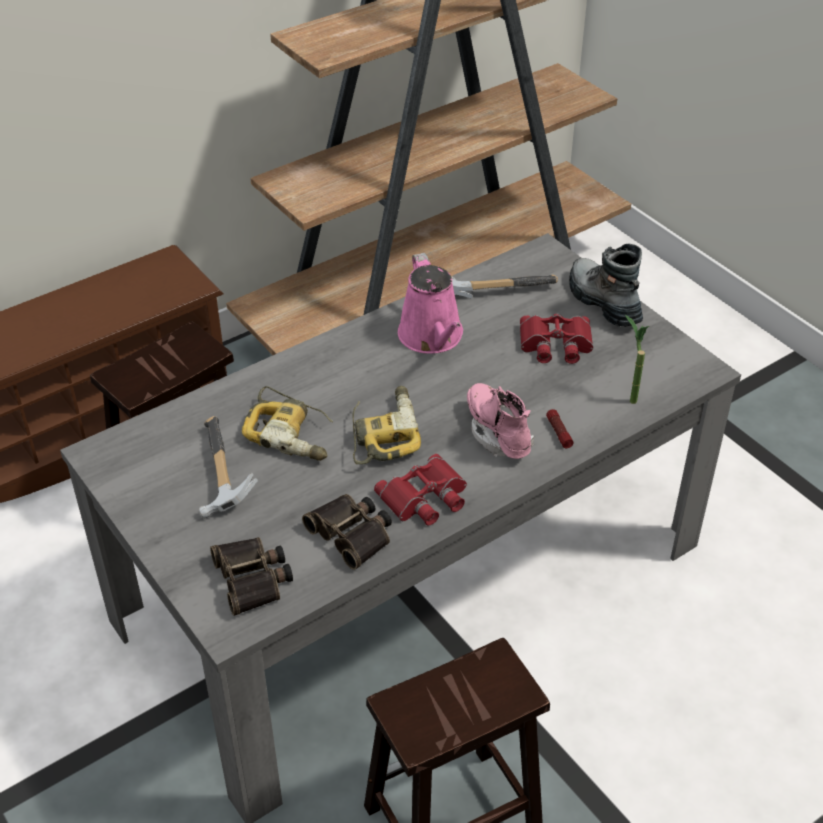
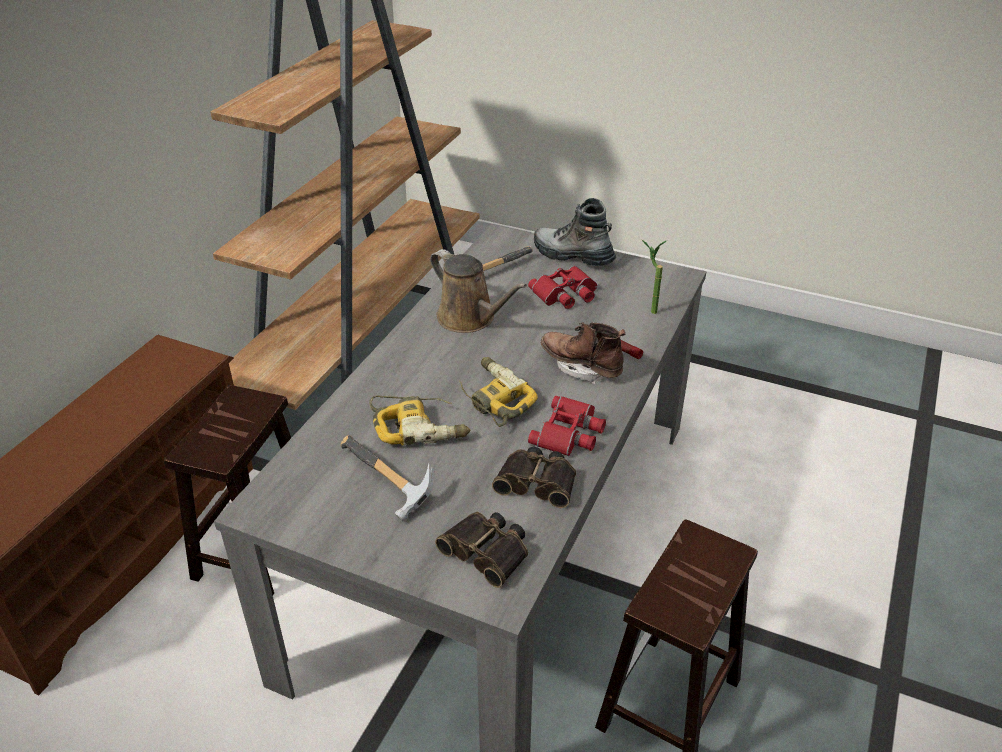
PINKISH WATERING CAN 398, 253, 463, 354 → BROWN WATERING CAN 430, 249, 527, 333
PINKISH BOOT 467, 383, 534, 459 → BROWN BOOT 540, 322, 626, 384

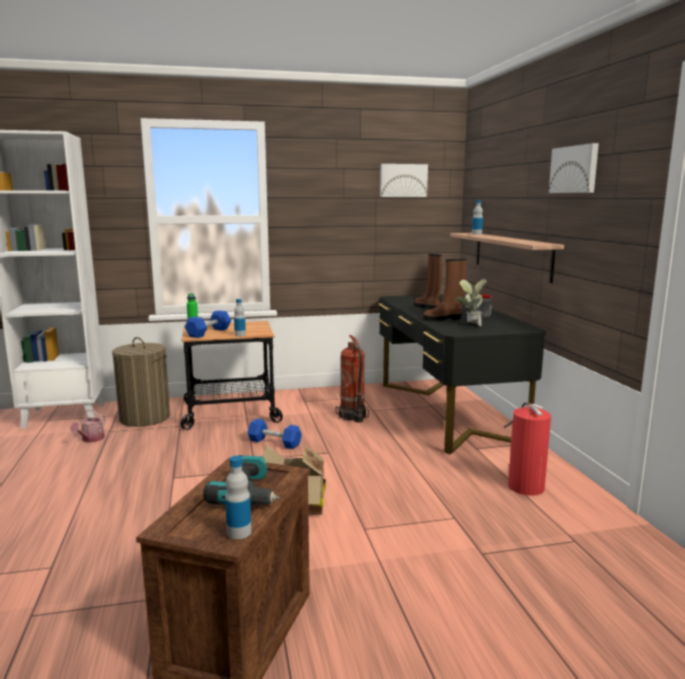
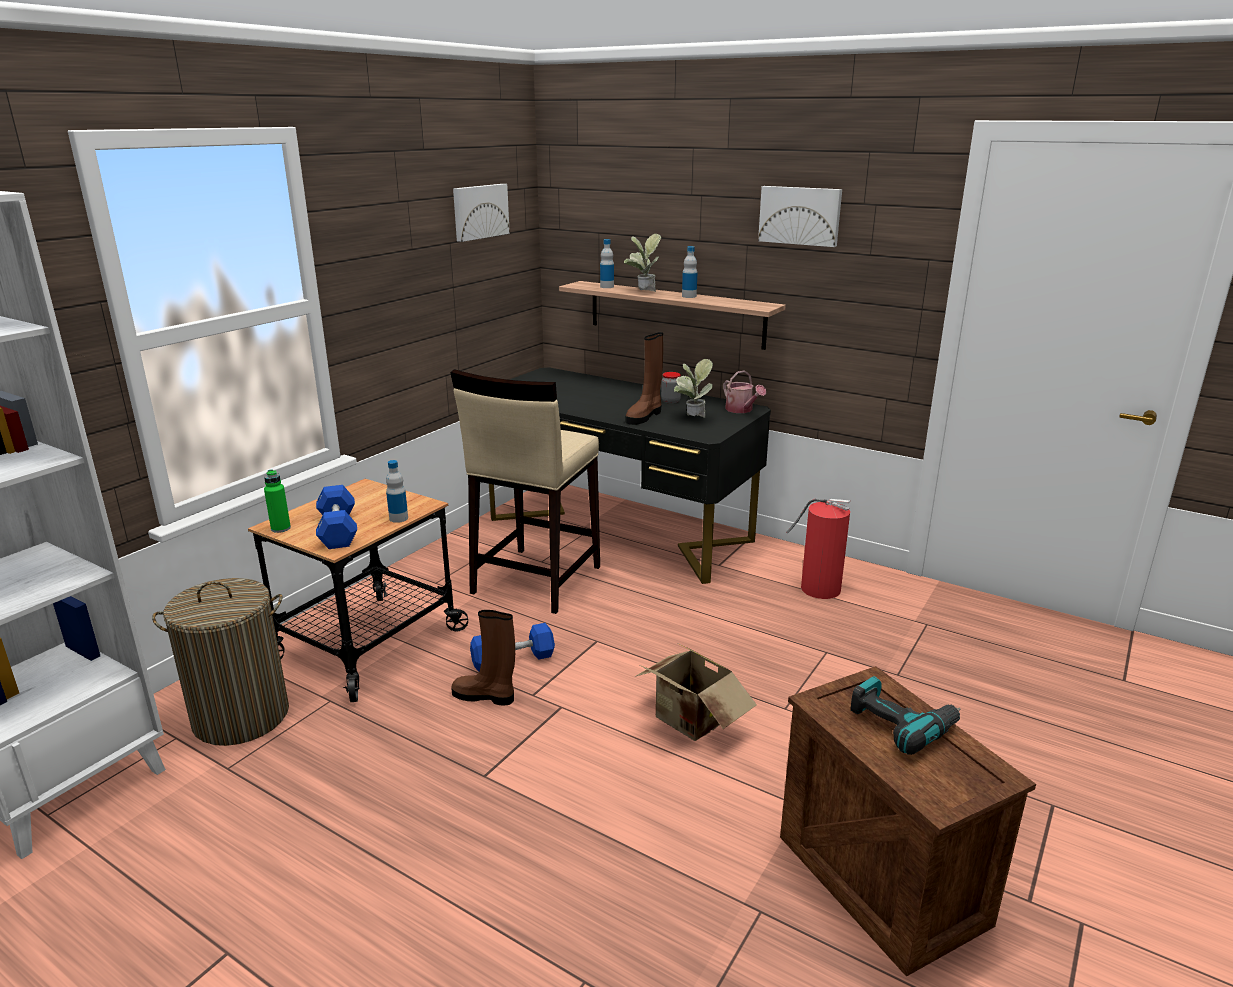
WATERING CAN 70, 409, 106, 443 → WATERING CAN 723, 371, 766, 413, move
DRINK BOTTLE 225, 456, 252, 539 → DRINK BOTTLE 682, 246, 697, 298, move
EXTINGUISHER 335, 335, 369, 423 → BEIGE STOOL SEAT 450, 369, 600, 614
BROWN BOOT 414, 254, 442, 310 → BROWN BOOT 451, 610, 515, 705, move
- → PLANT IN A POT 624, 234, 661, 292

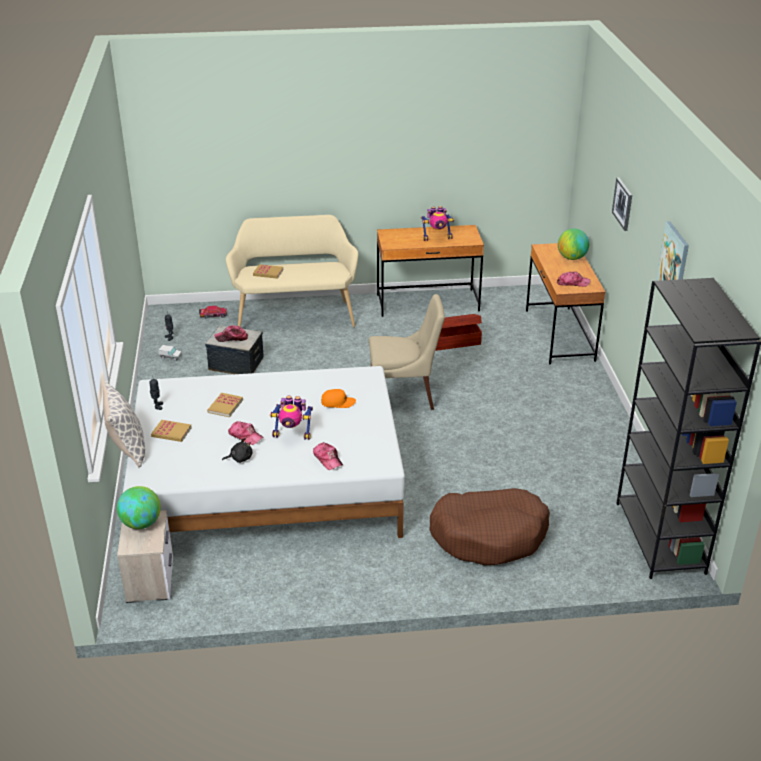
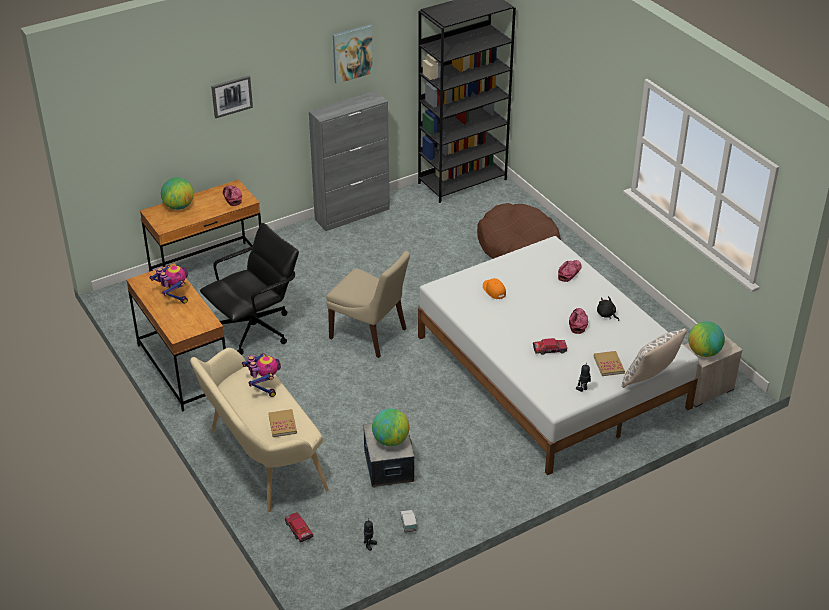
BOUND BOOK 207, 393, 243, 417 → MODEL CAR 533, 338, 567, 355
BASEBALL CAP 215, 325, 248, 342 → WORLD GLOBE 372, 408, 410, 446
TOY ROBOT 270, 396, 313, 440 → TOY ROBOT 242, 353, 281, 397, move
BEIGE PLAIN CHAIR 369, 294, 445, 410 → BEIGE PLAIN CHAIR 326, 251, 410, 358, 150 degrees clockwise
BROWN STORAGE BOX 435, 314, 482, 351 → BLACK COMPUTER CHAIR 200, 223, 299, 355
- → GRAY CABINET 309, 91, 390, 231

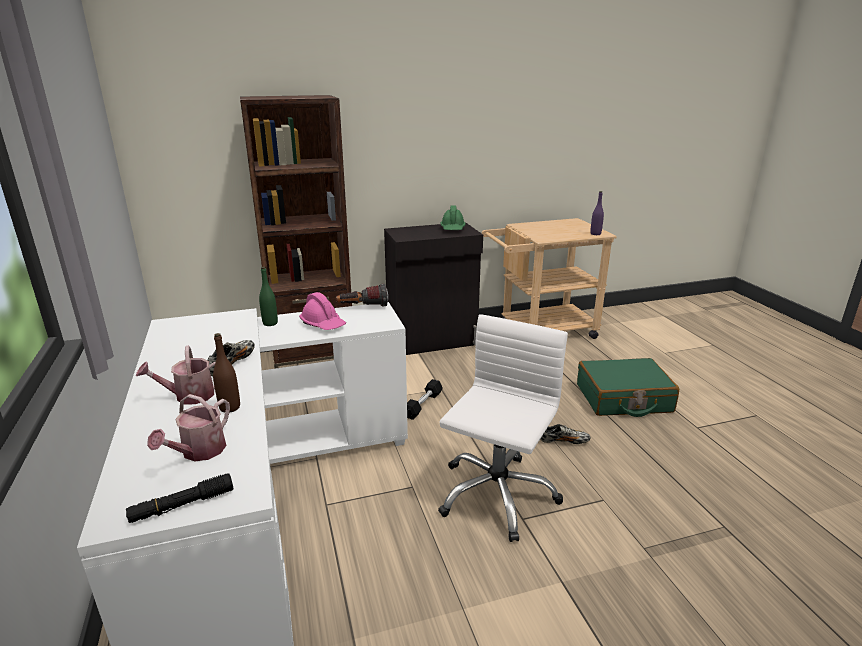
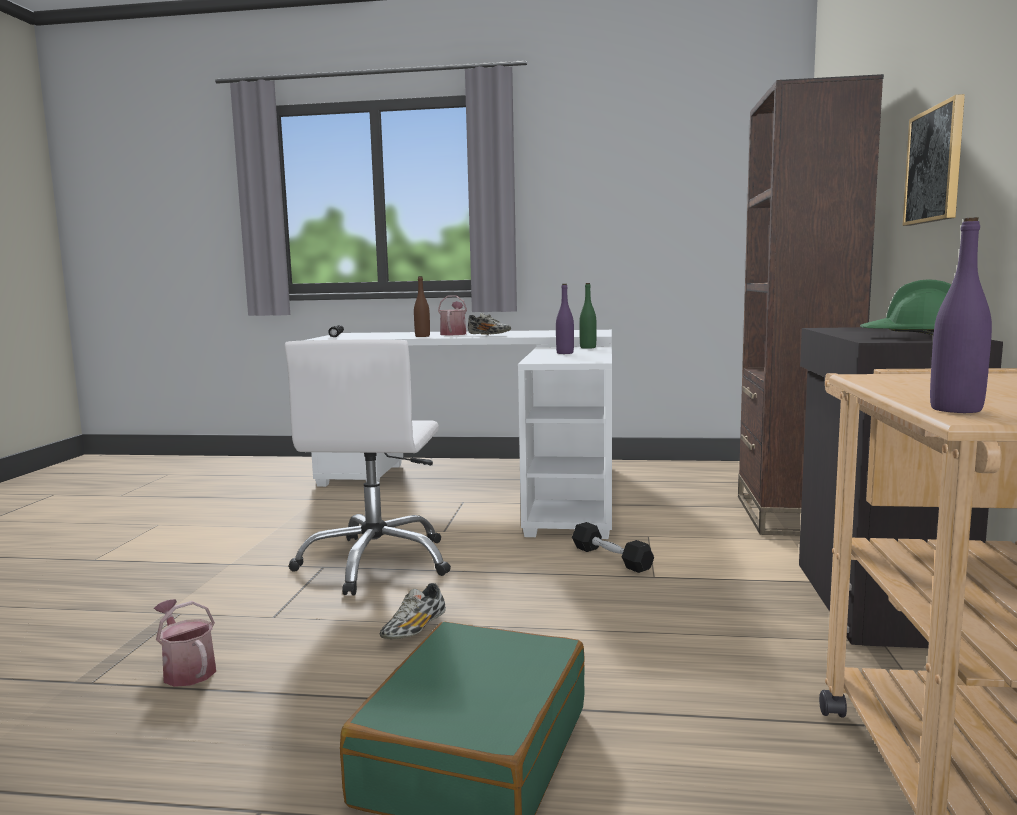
WATERING CAN 147, 394, 230, 461 → WATERING CAN 154, 599, 216, 687, move
PINKISH SAFETY HELMET 299, 292, 346, 330 → PURPLE-COLOURED DRINK BOTTLE 556, 284, 574, 354
FLASHLIGHT 336, 284, 388, 307 → -
WHITE COMPUTER CHAIR 438, 314, 568, 542 → WHITE COMPUTER CHAIR 285, 339, 451, 595, 45 degrees clockwise
- → WALL PICTURE 903, 94, 965, 226

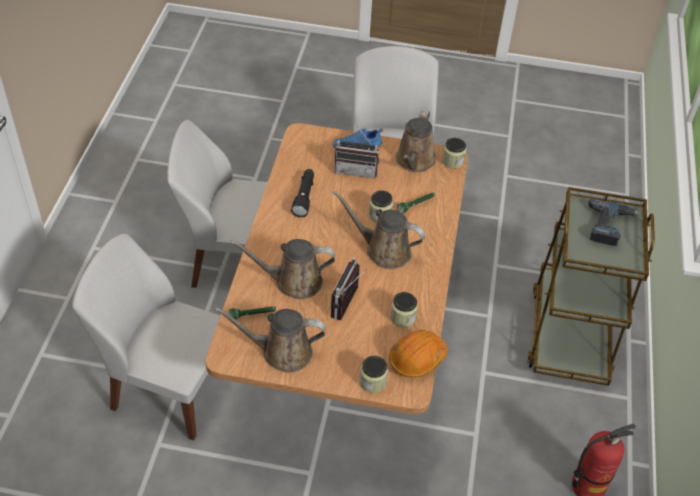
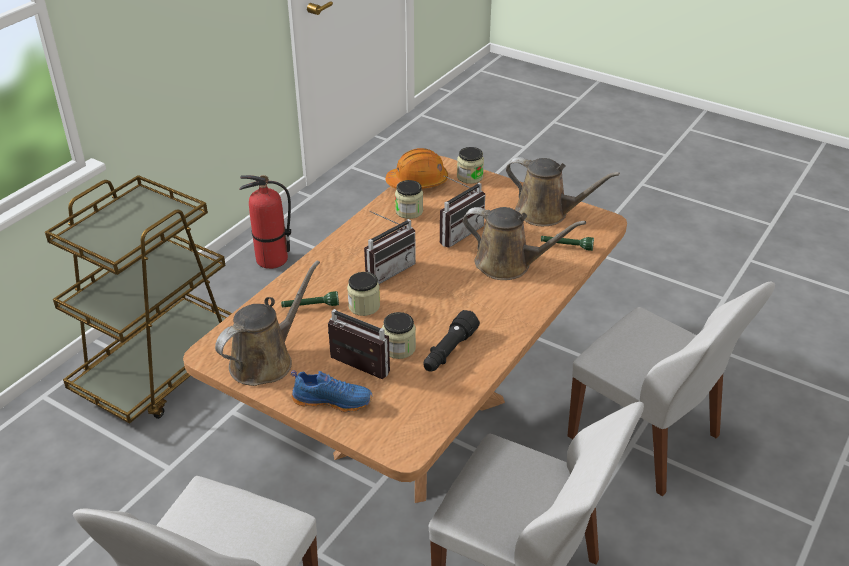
BROWN WATERING CAN 333, 190, 425, 269 → RADIO SET 364, 211, 416, 284
JAR 442, 138, 466, 169 → JAR 382, 312, 416, 359, move
ELECTRIC DRILL 588, 199, 640, 246 → -

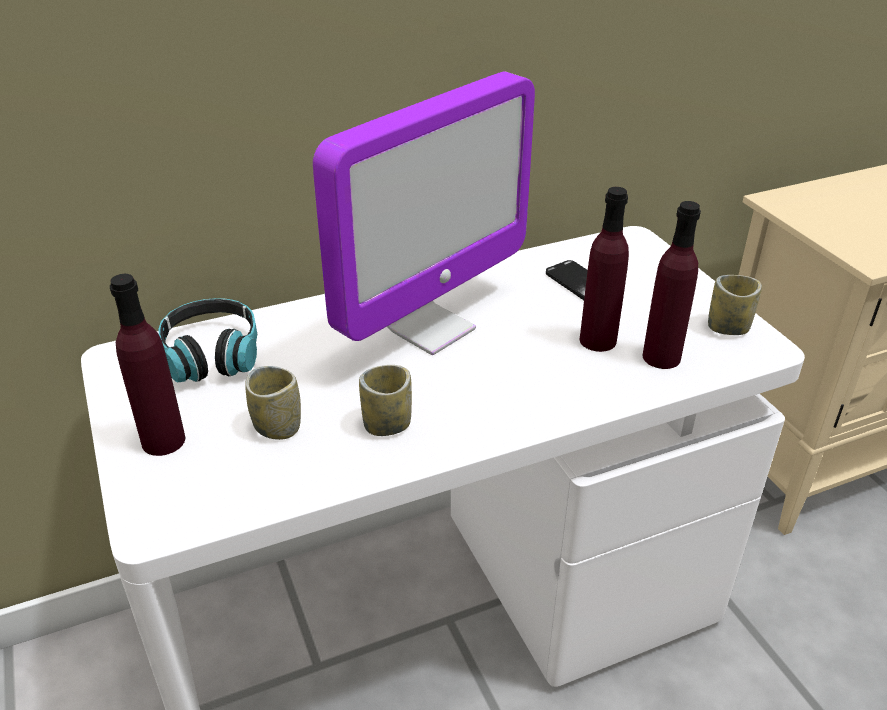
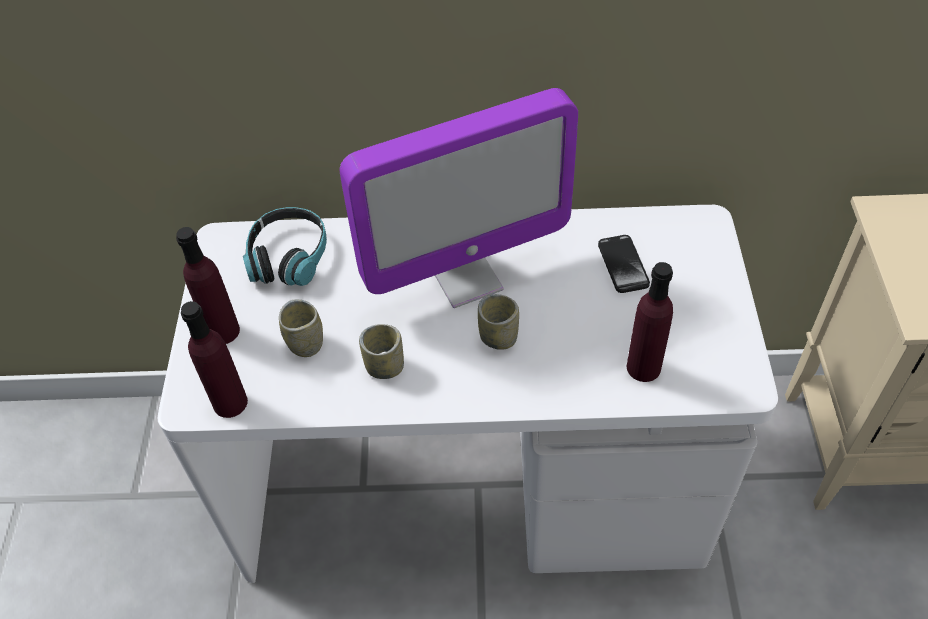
PURPLE-COLOURED DRINK BOTTLE 580, 187, 629, 352 → PURPLE-COLOURED DRINK BOTTLE 181, 301, 248, 418, move
CUP 708, 275, 762, 335 → CUP 478, 294, 519, 350, move

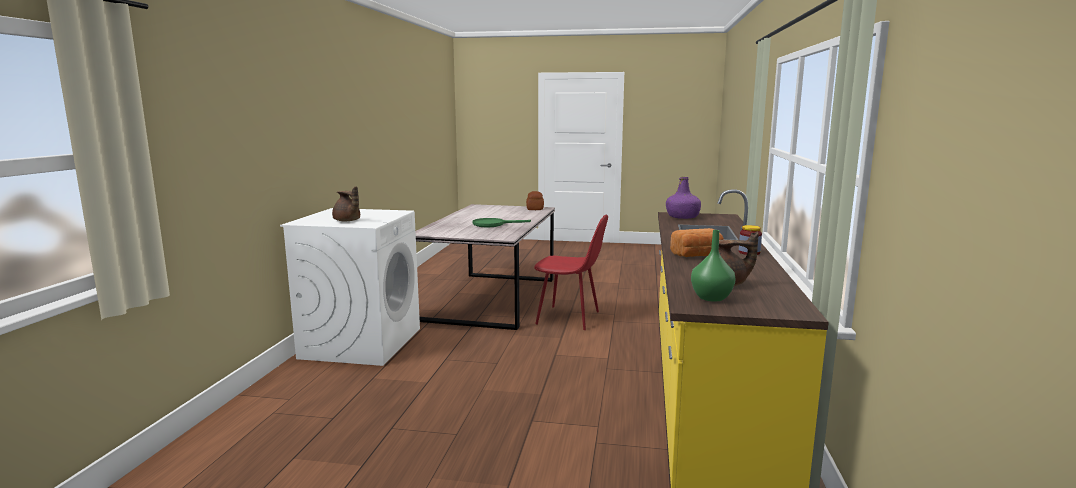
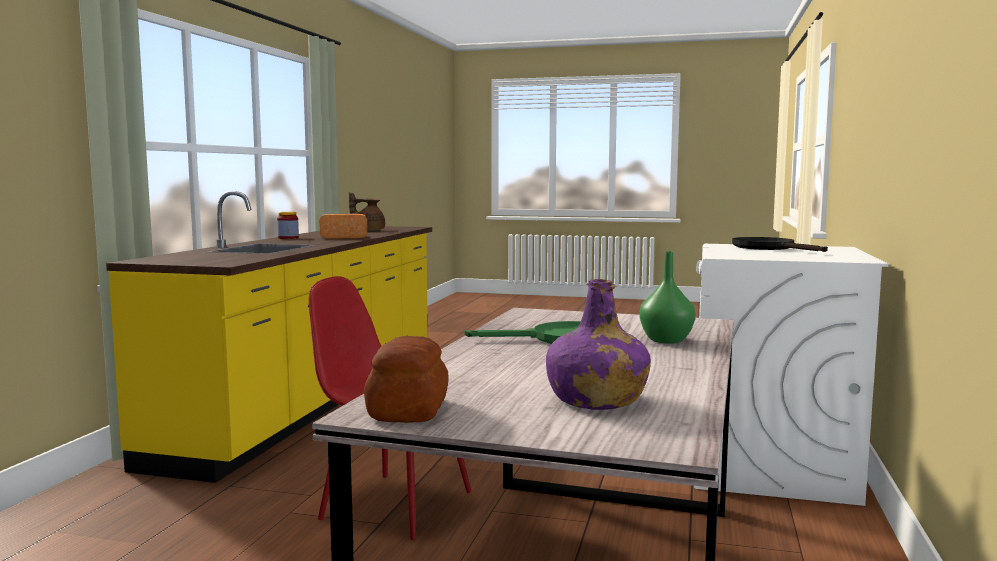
BROWN TEAPOT 332, 186, 360, 221 → BLACK SKILLET 732, 237, 828, 252
PURPLE-COLOURED DRINK BOTTLE 666, 177, 701, 219 → PURPLE-COLOURED DRINK BOTTLE 546, 279, 651, 410, move
GREEN VASE 691, 230, 735, 302 → GREEN VASE 639, 251, 696, 344, move

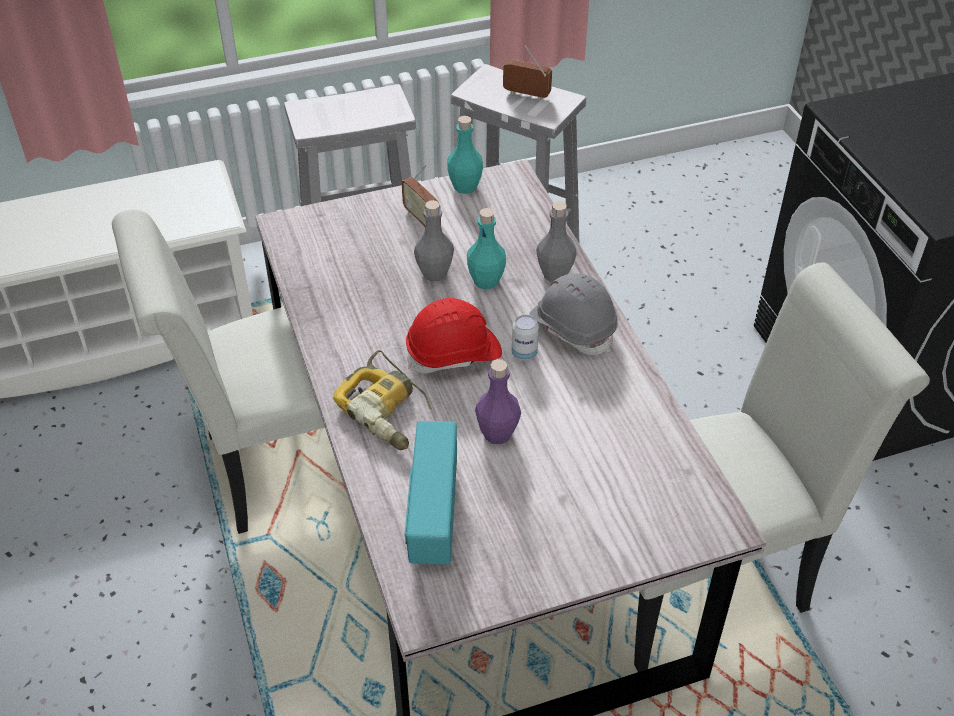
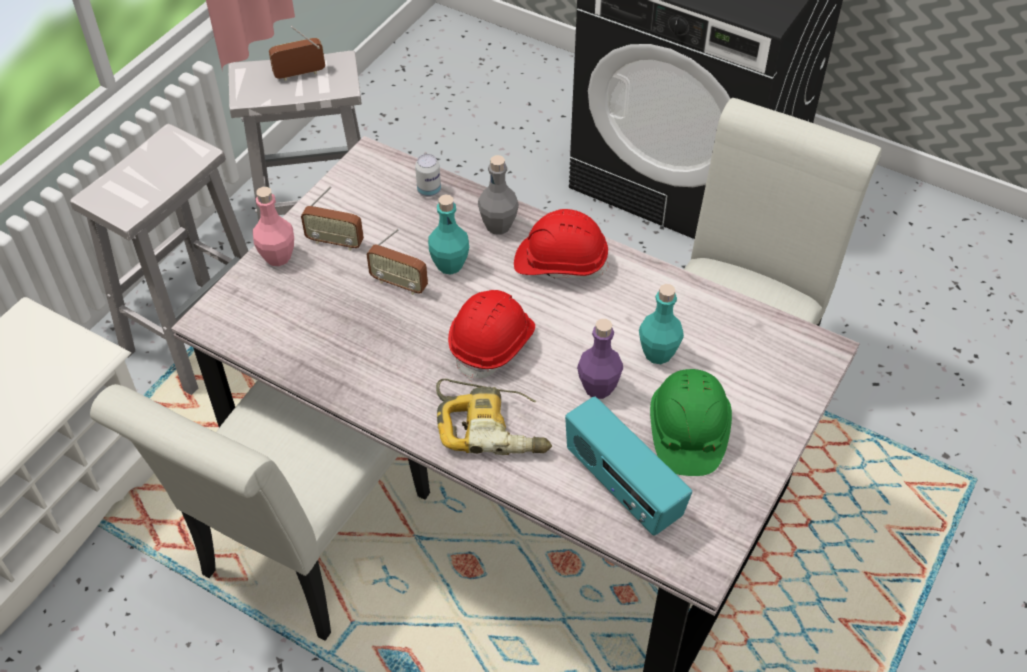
GRAY DRINK BOTTLE 414, 200, 454, 281 → RADIO SET 367, 228, 428, 295
TURQUOISE DRINK BOTTLE 447, 116, 483, 194 → TURQUOISE DRINK BOTTLE 639, 284, 684, 364, move
SEALED CAN 512, 315, 539, 361 → SEALED CAN 415, 154, 441, 197, move
GRAY SAFETY HELMET 529, 273, 618, 355 → RED-COLOURED SAFETY HELMET 514, 209, 609, 279
- → PINKISH DRINK BOTTLE 253, 187, 294, 266
- → GREEN SAFETY HELMET 650, 369, 732, 476

